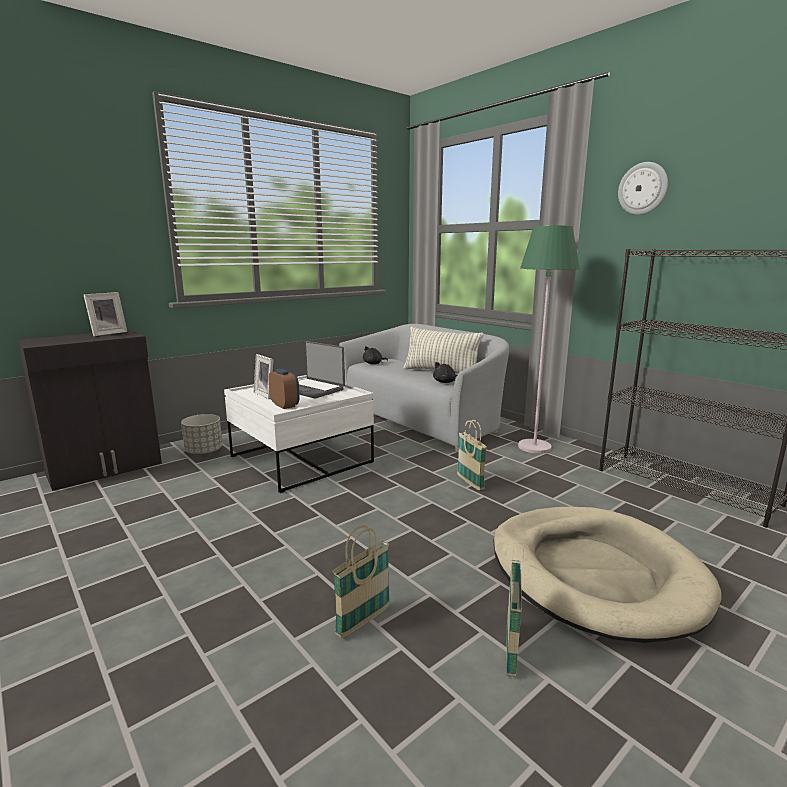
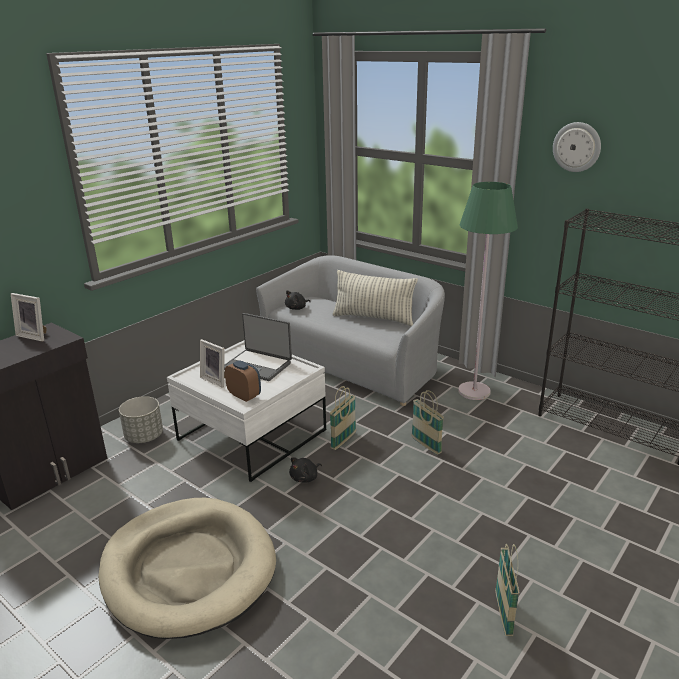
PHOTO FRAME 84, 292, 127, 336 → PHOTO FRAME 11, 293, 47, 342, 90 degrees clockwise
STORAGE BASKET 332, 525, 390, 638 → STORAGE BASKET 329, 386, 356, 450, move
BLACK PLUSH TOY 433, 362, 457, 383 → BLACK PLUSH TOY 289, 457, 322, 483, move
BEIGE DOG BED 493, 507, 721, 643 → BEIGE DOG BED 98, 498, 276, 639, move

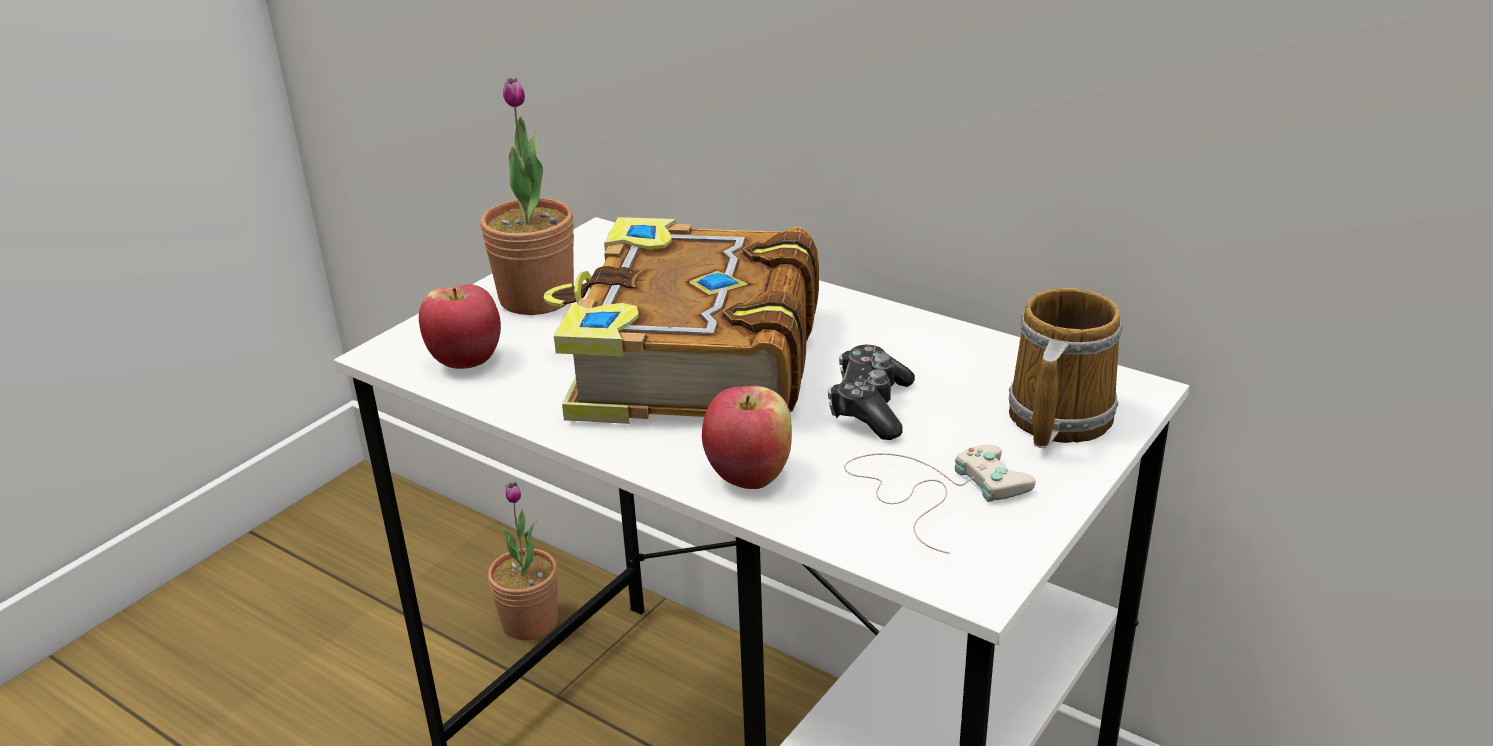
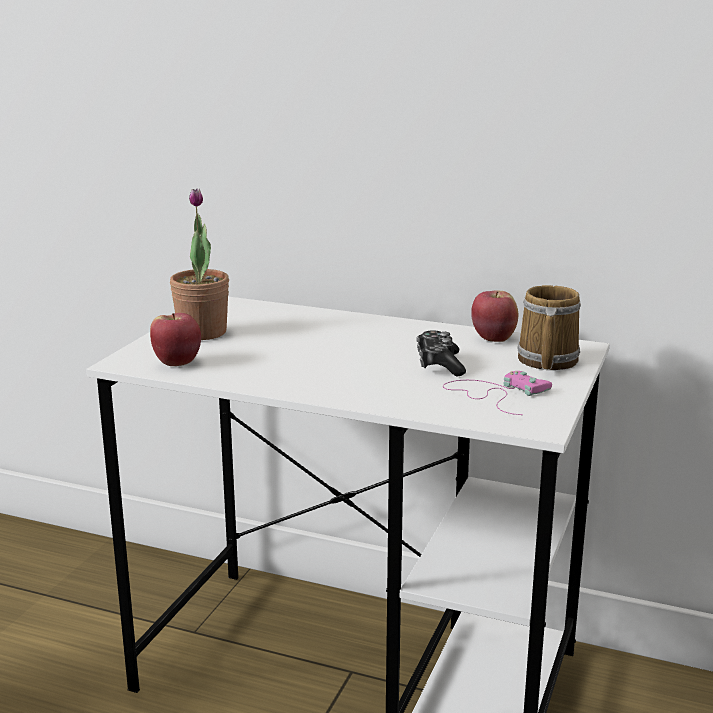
PLANT IN A POT 488, 482, 558, 640 → -
BOUND BOOK 544, 217, 819, 424 → -
WHOLE APPLE 702, 385, 792, 489 → WHOLE APPLE 471, 290, 518, 342, move
WHITE GAME CONTROLLER 844, 445, 1035, 554 → PINKISH GAME CONTROLLER 443, 371, 552, 415

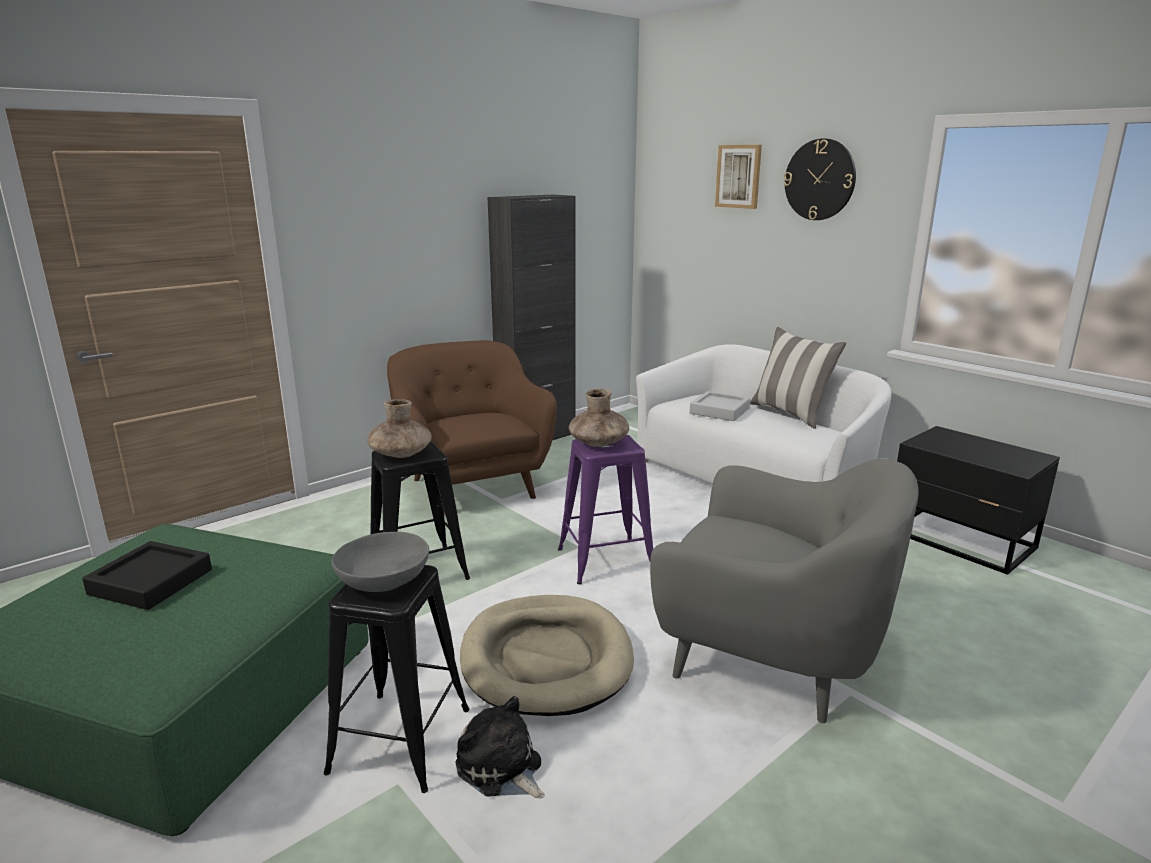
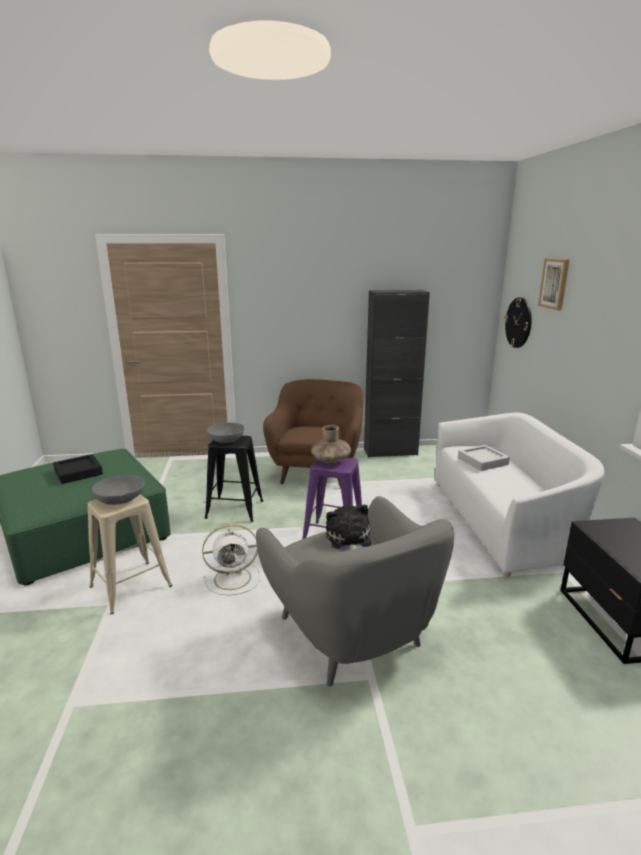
BLACK STOOL SEAT 324, 565, 470, 793 → BEIGE STOOL SEAT 88, 494, 173, 614
BROWN VASE 367, 399, 432, 458 → GRAY DEEP DISH 207, 423, 244, 443
PLUSH TOY 456, 696, 545, 798 → PLUSH TOY 326, 504, 371, 551, move
BEIGE DOG BED 460, 595, 634, 716 → WHITE FAN 202, 524, 260, 595
PILLOW 750, 326, 846, 429 → -
WALL CLOCK 784, 138, 856, 220 → WALL CLOCK 504, 298, 532, 348, move

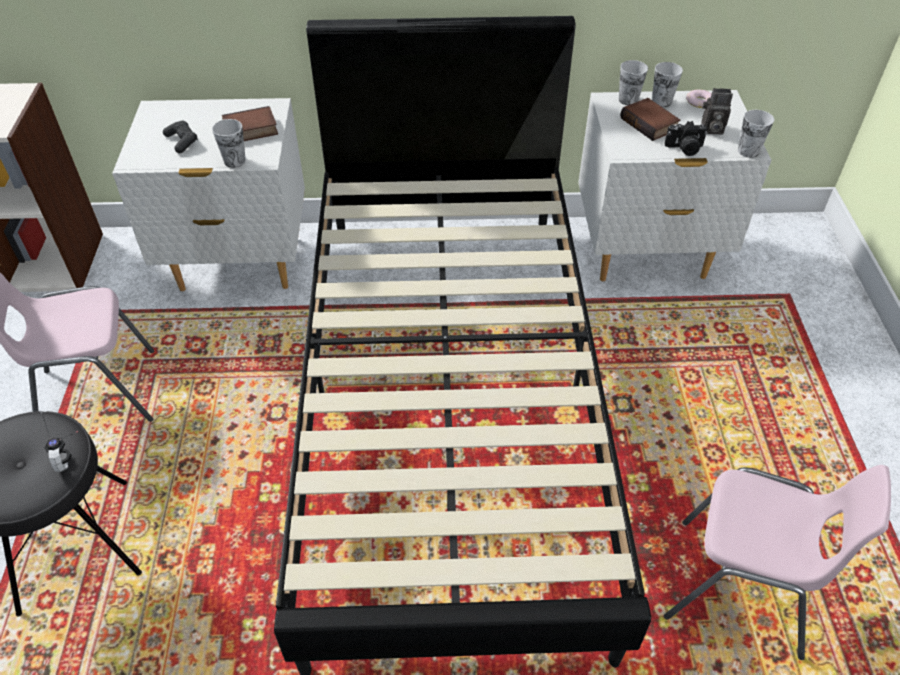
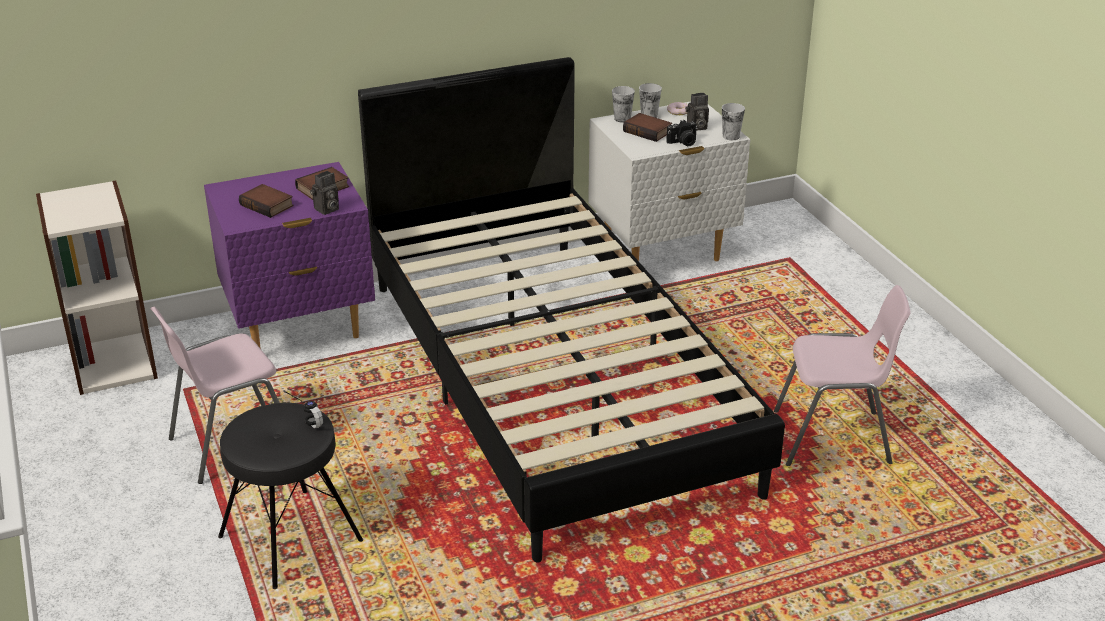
WHITE BEDSIDE TABLE 112, 98, 305, 291 → PURPLE-COLOURED BEDSIDE TABLE 204, 162, 375, 349
BLACK GAME CONTROLLER 163, 121, 198, 153 → BOUND BOOK 239, 184, 294, 218
CUP 212, 119, 246, 168 → PHOTO CAMERA 310, 171, 339, 215

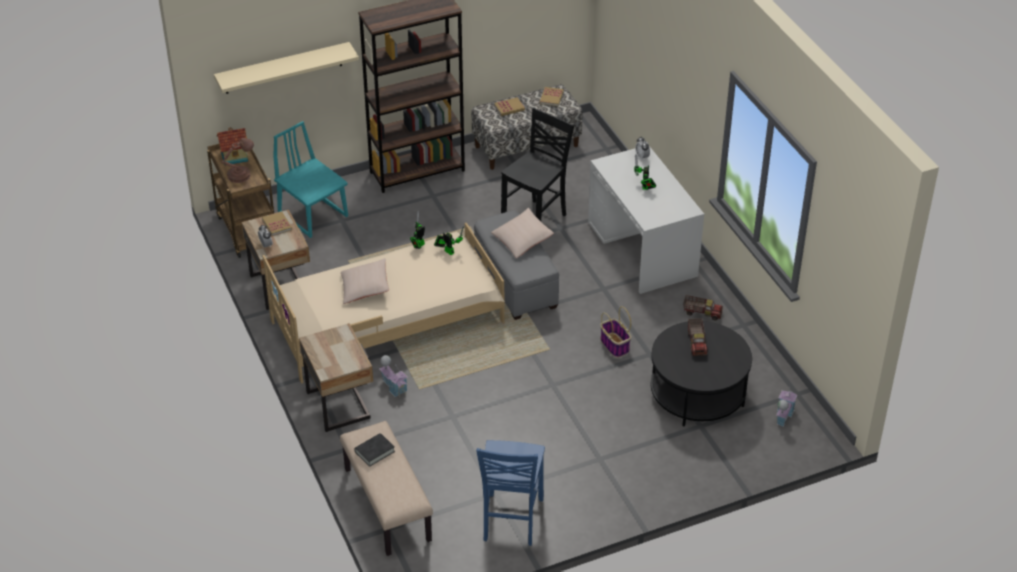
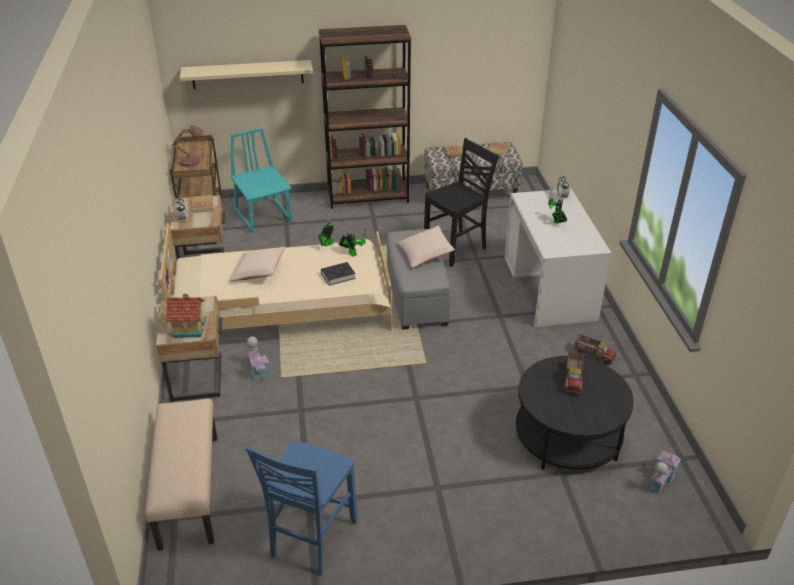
TOY HOUSE 216, 127, 249, 165 → TOY HOUSE 166, 293, 206, 338, move
BLACK BOUND BOOK 354, 433, 395, 467 → BLACK BOUND BOOK 321, 262, 356, 286, move
STORAGE BASKET 600, 307, 631, 358 → -

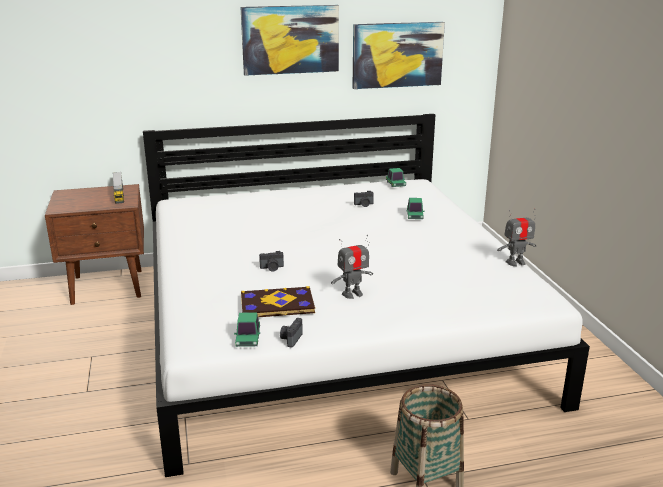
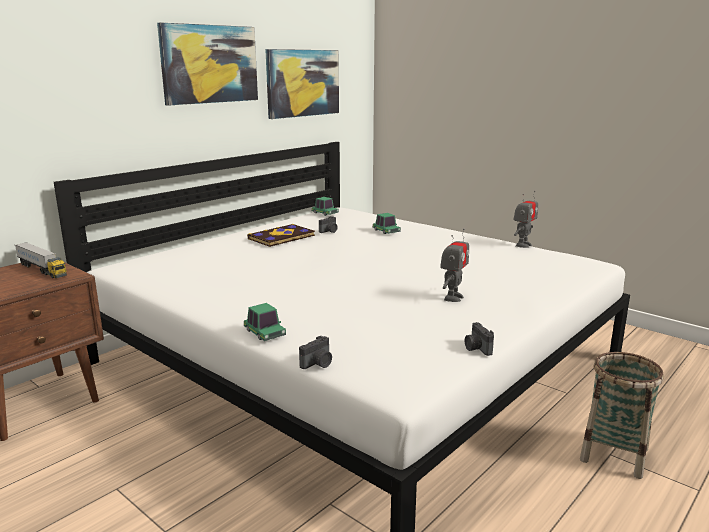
MODEL CAR 234, 312, 260, 347 → MODEL CAR 244, 303, 286, 341, move
BOUND BOOK 241, 286, 315, 317 → BOUND BOOK 247, 224, 315, 247, move
PHOTO CAMERA 259, 251, 284, 272 → PHOTO CAMERA 299, 336, 332, 369, move

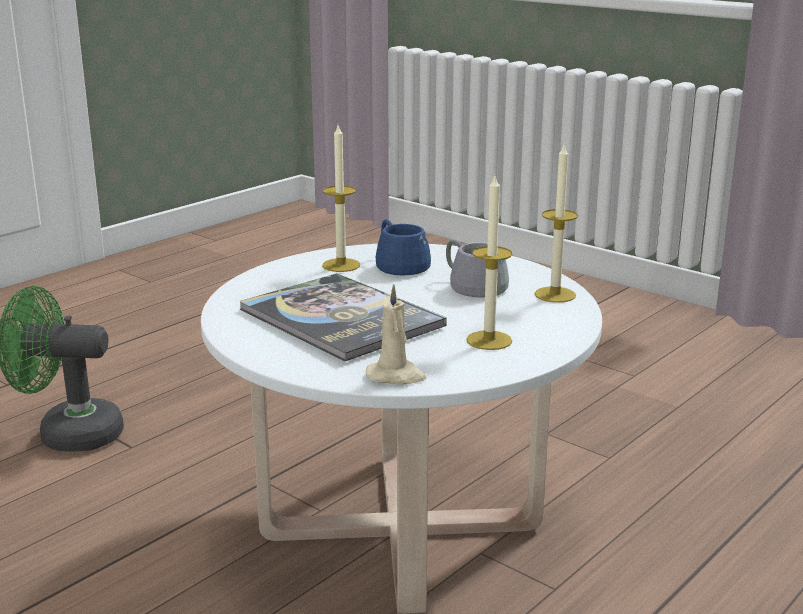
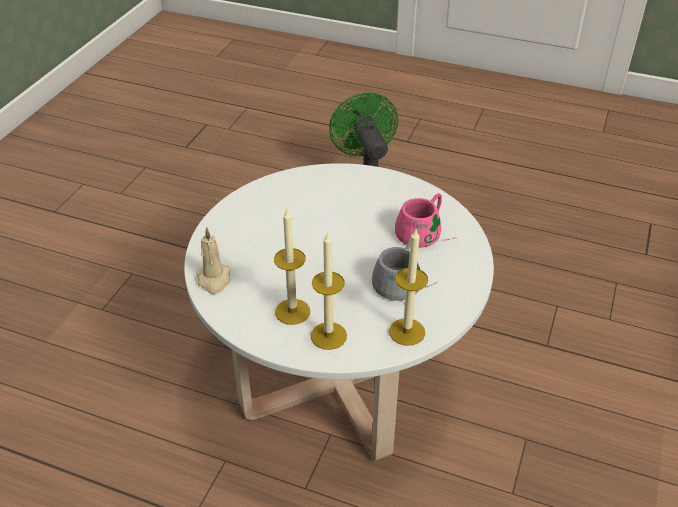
BOUND BOOK 239, 273, 447, 361 → -
WAX CANDLE 322, 125, 360, 272 → WAX CANDLE 311, 232, 347, 350, move
BLUISH TEA MUG 376, 219, 431, 275 → PINKISH TEA MUG 395, 193, 457, 248

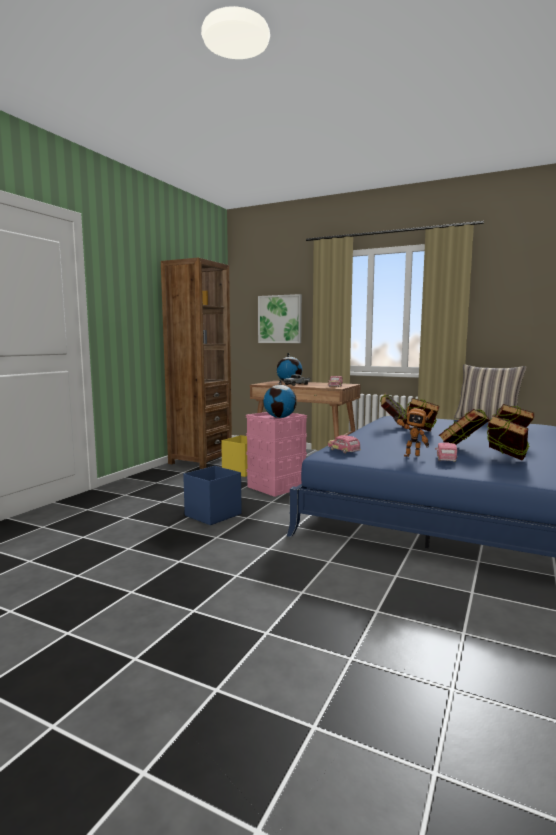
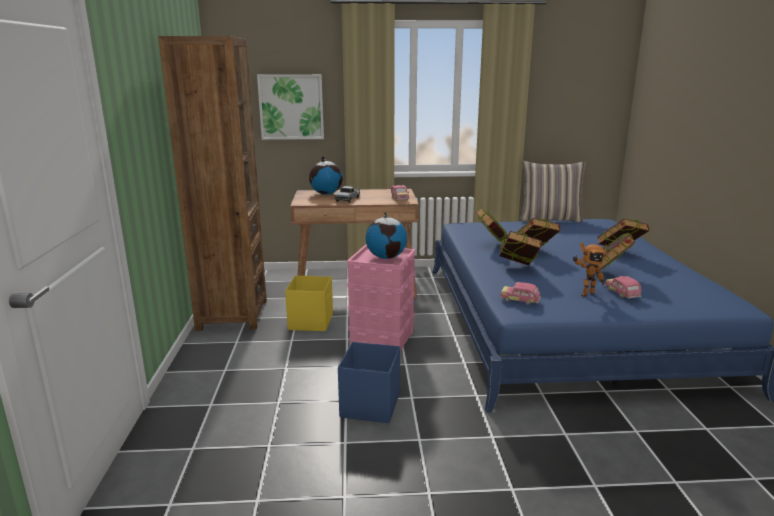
BOUND BOOK 487, 416, 529, 460 → BOUND BOOK 499, 231, 542, 266, move

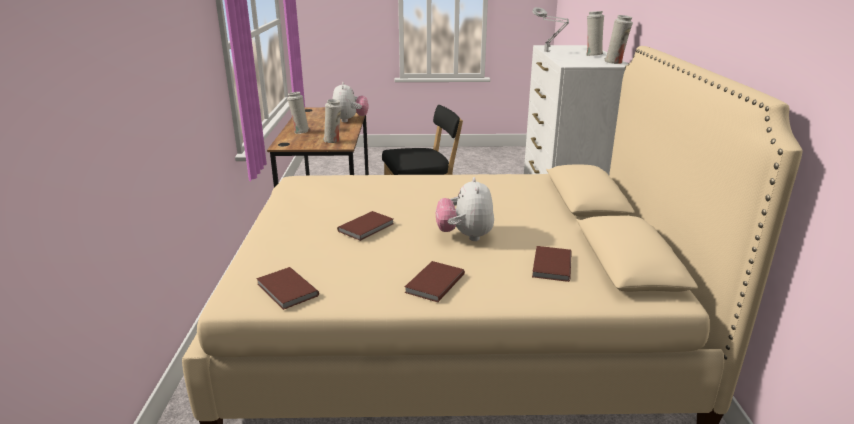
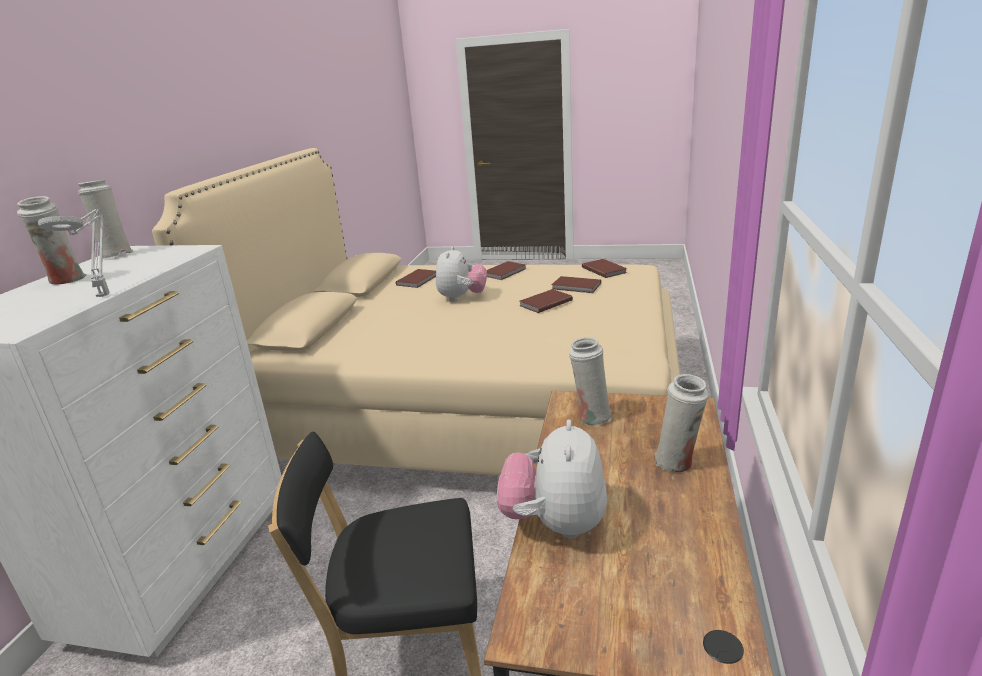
- → BROWN BOUND BOOK 552, 276, 601, 293

